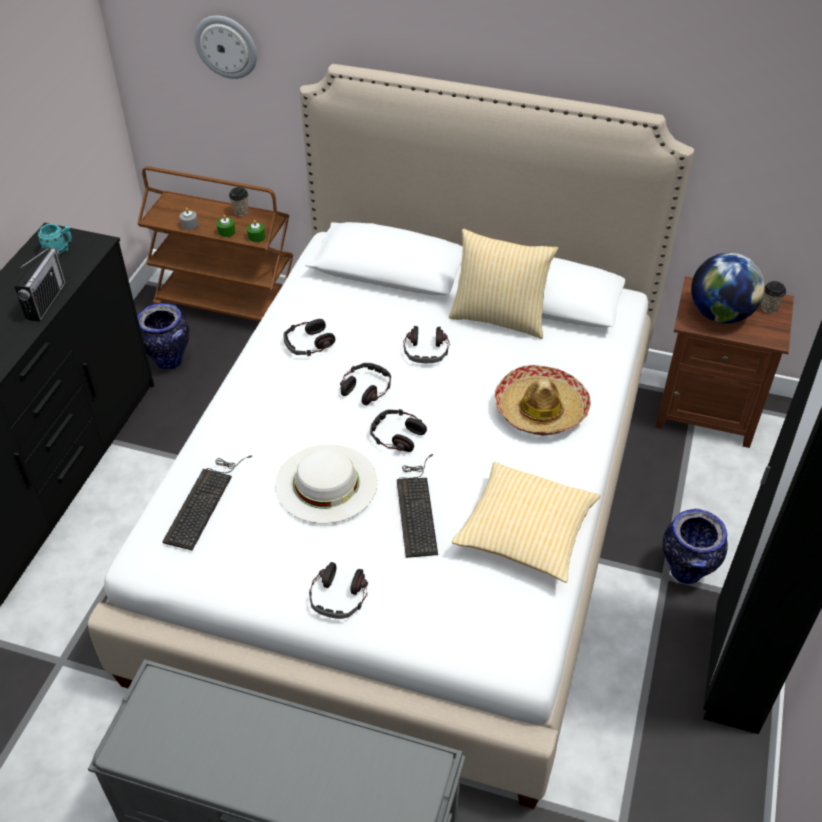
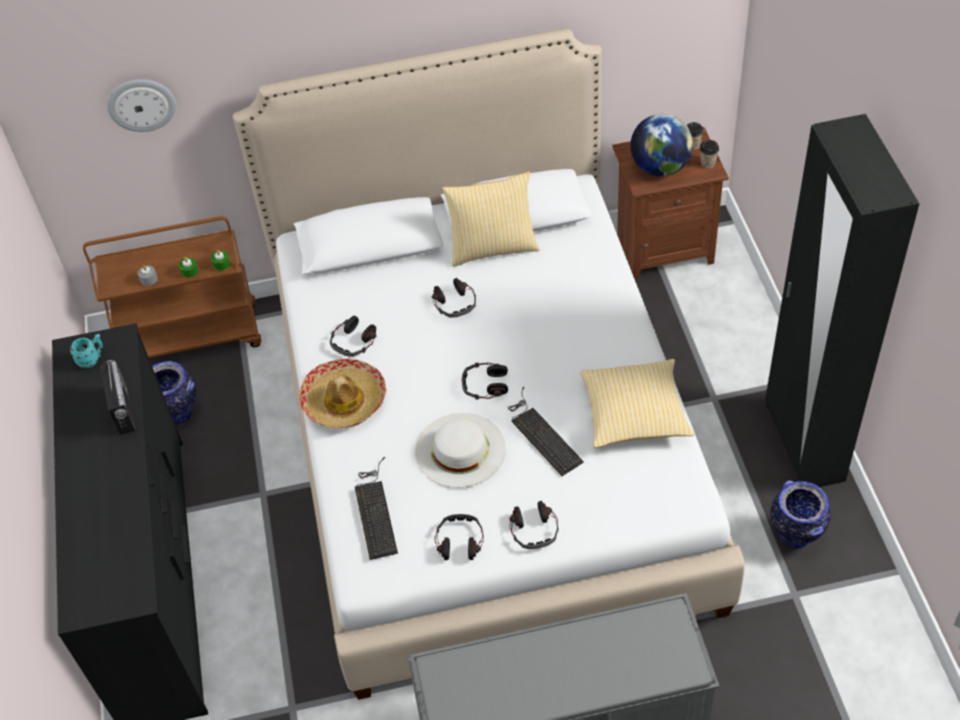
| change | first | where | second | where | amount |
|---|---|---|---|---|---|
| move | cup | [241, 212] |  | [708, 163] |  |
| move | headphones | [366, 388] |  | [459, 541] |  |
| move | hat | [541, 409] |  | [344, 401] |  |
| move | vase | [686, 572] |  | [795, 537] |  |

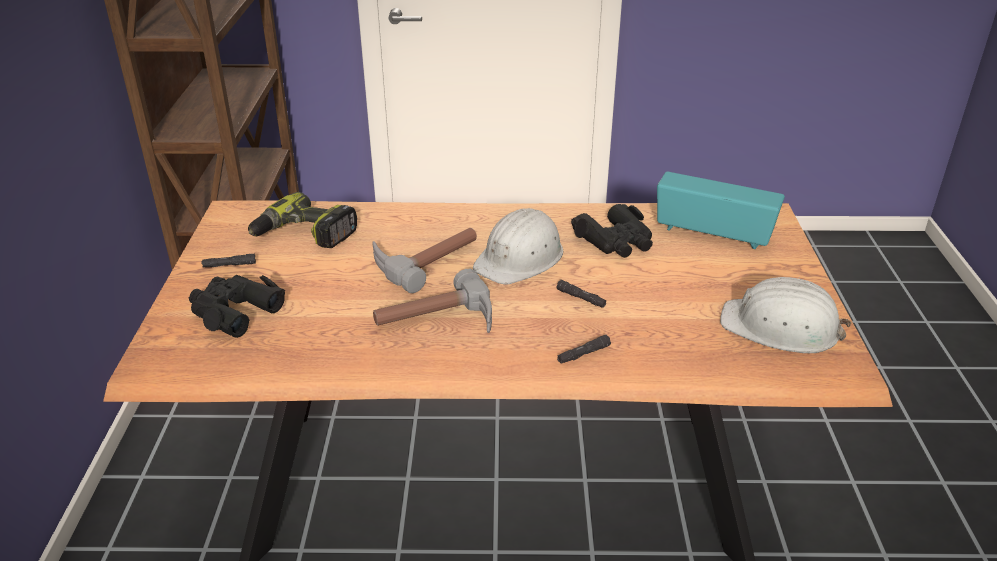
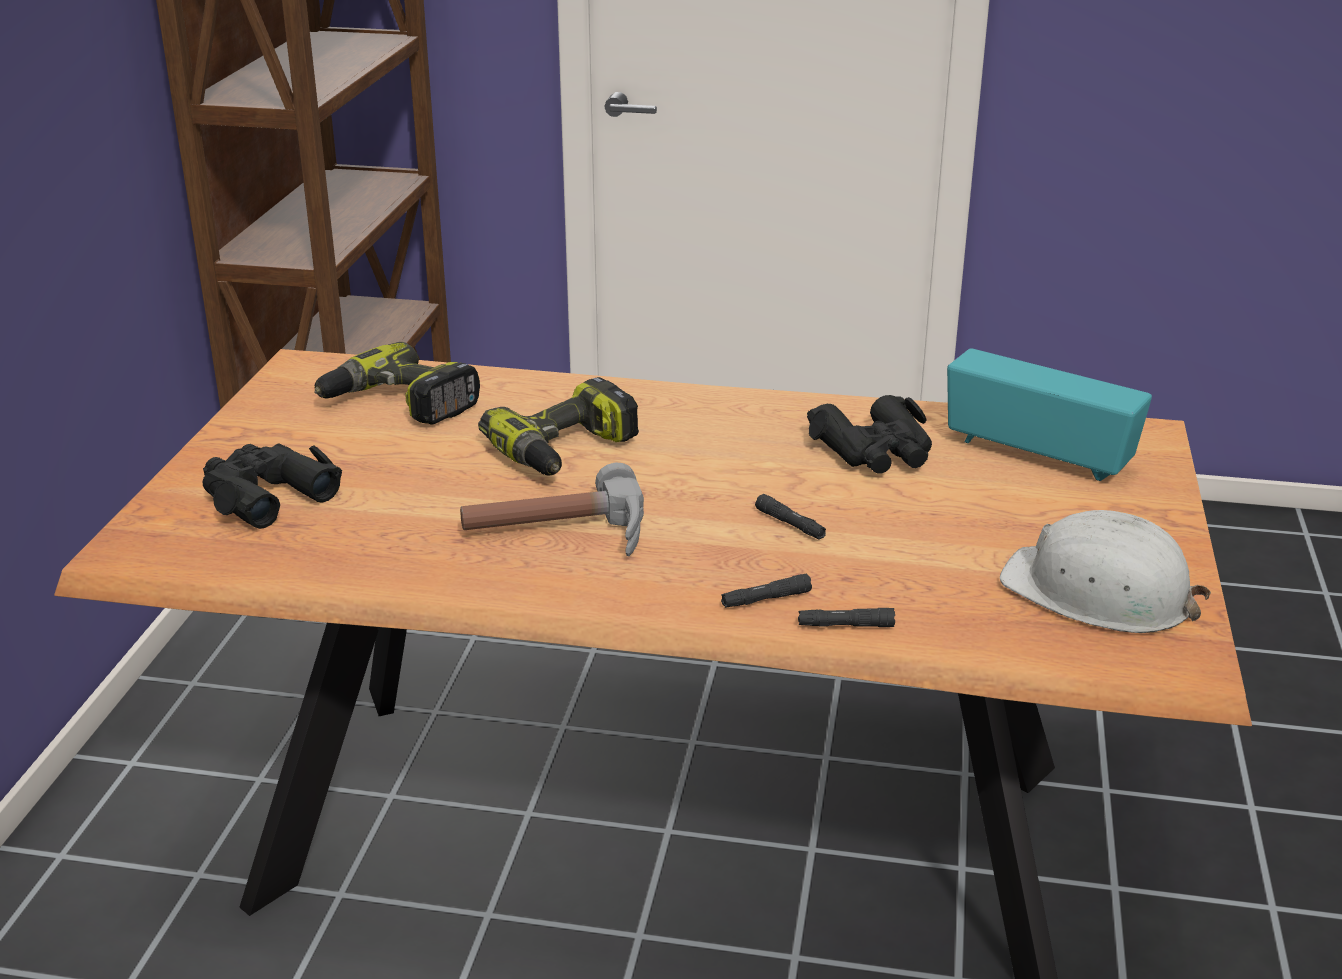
| change | first | where | second | where | amount |
|---|---|---|---|---|---|
| delete | hard hat/white | [520, 258] |  |  |  |
| move | flashlight/black | [229, 265] |  | [845, 626] |  |
| replace | hammer | [424, 259] | power drill | [567, 451] |  |

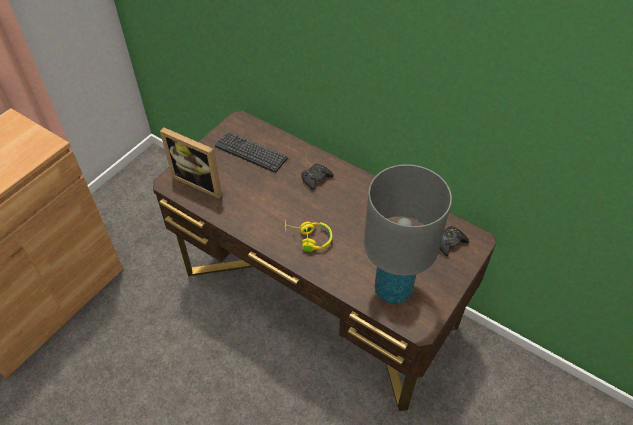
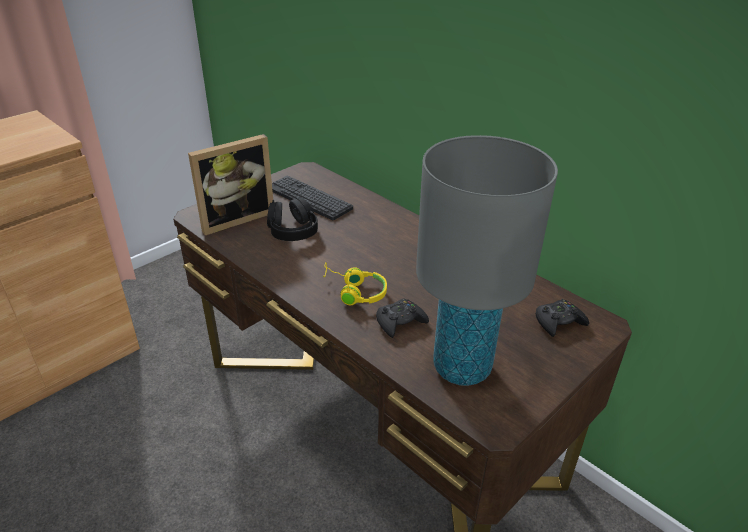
| change | first | where | second | where | amount |
|---|---|---|---|---|---|
| insert |  |  | headphones/black | [292, 230] |  |
| move | game controller/black | [316, 178] |  | [400, 322] |  |
| rotate | picture frame | [201, 181] |  | [235, 218] | 75 degrees counterclockwise |

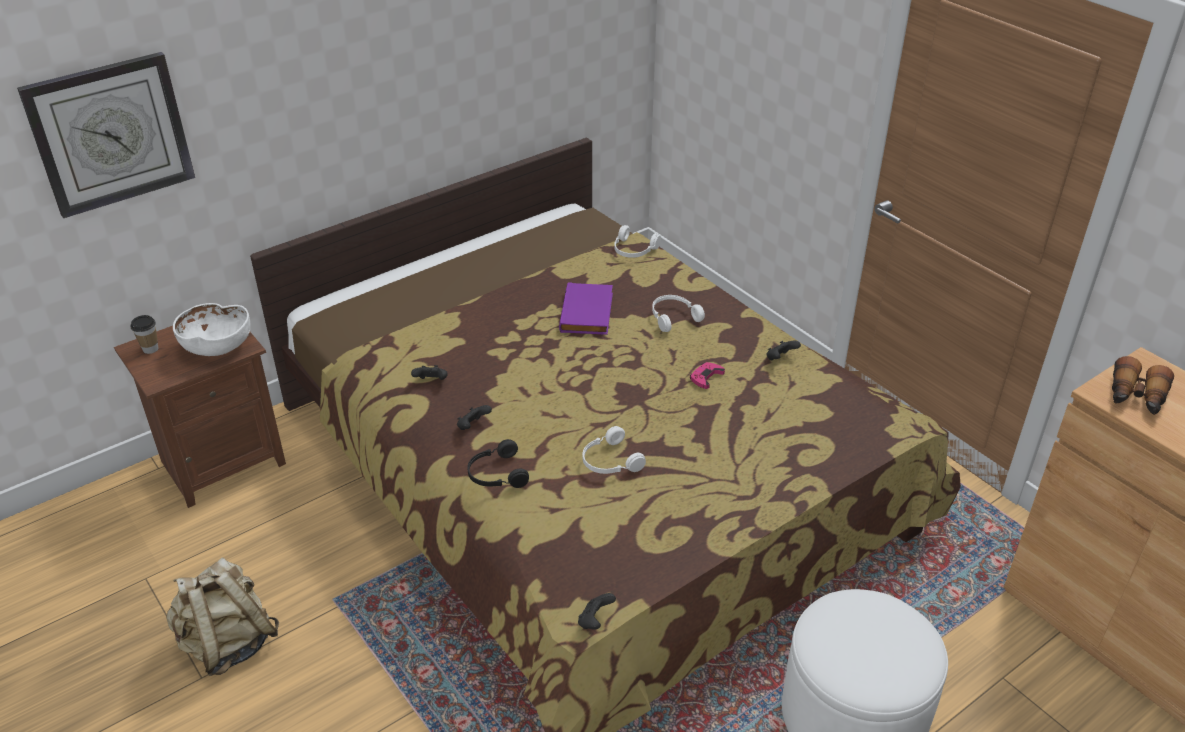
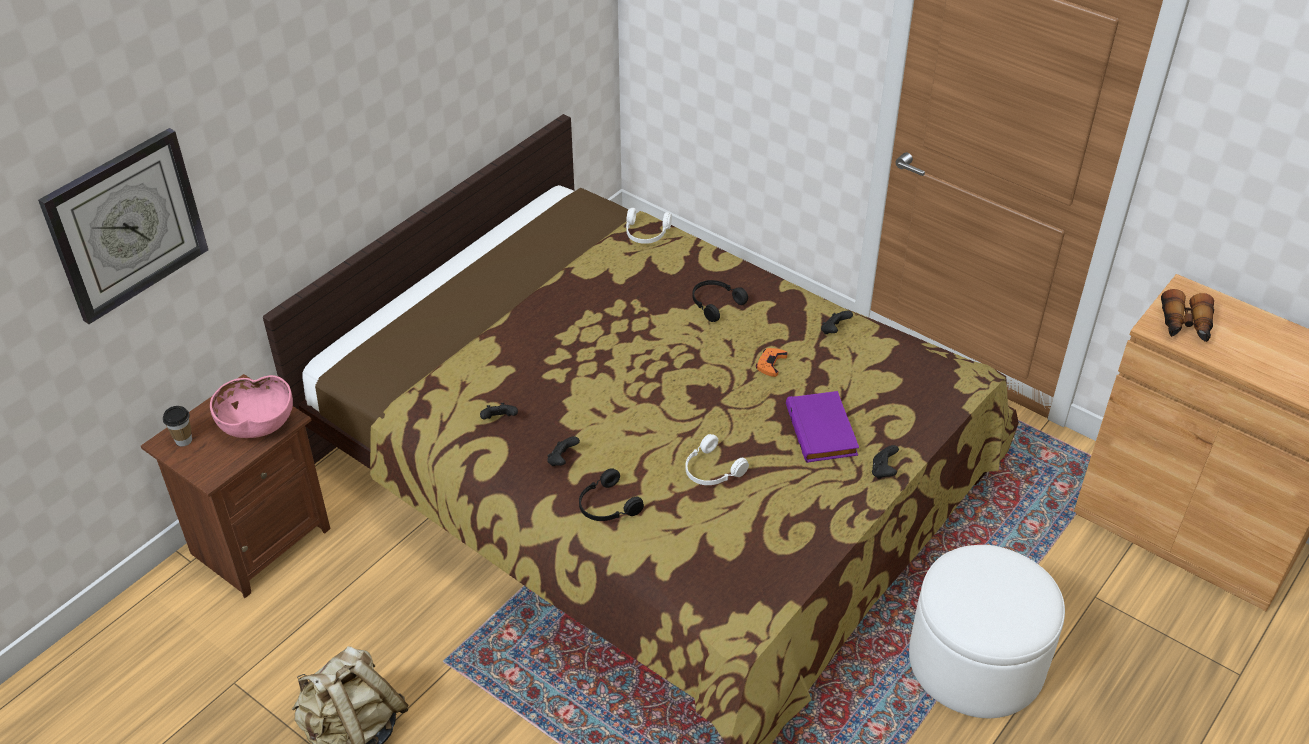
| change | first | where | second | where | amount |
|---|---|---|---|---|---|
| move | book/purple | [588, 313] |  | [823, 430] |  |
| move | game controller/black | [595, 621] |  | [883, 471] |  |
| recolor | bowl/white | [217, 347] | bowl/pink | [257, 425] |  |
| recolor | headphones/white | [673, 317] | headphones/black | [715, 304] |  |
| recolor | game controller/pink | [706, 377] | game controller/orange | [770, 364] |  |

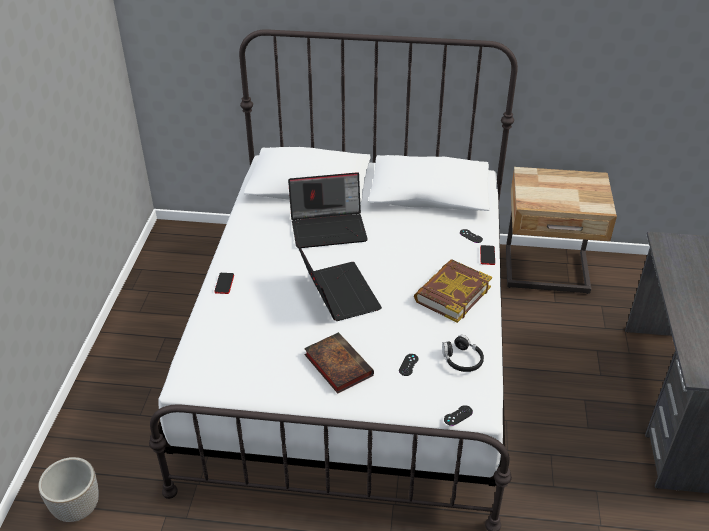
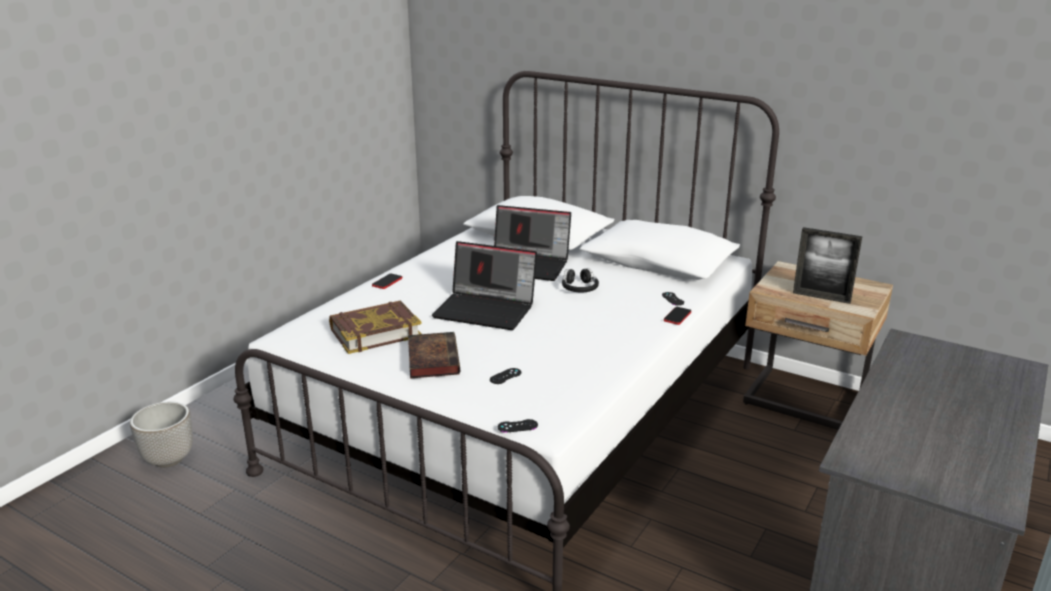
| change | first | where | second | where | amount |
|---|---|---|---|---|---|
| insert |  |  | picture frame | [821, 297] |  |
| move | book | [452, 294] |  | [375, 332] |  |
| move | headphones/black | [462, 360] |  | [579, 288] |  |
| rotate | laptop | [337, 293] |  | [486, 310] | 105 degrees clockwise |

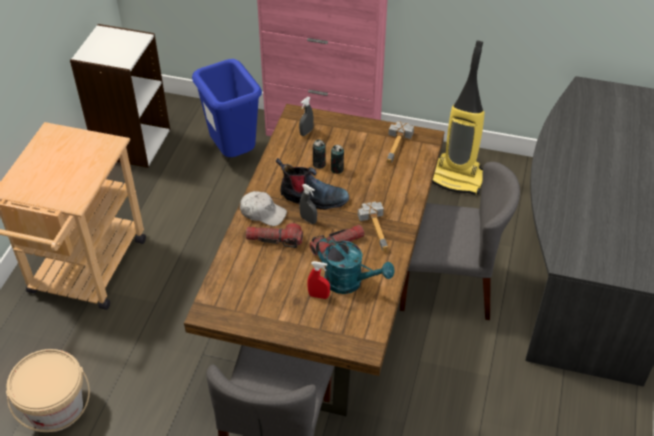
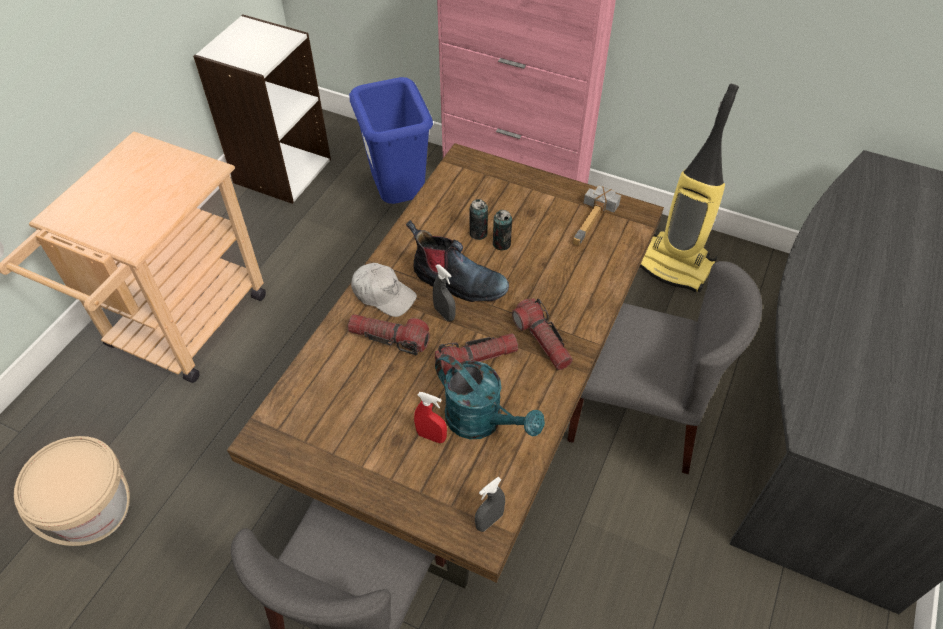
| change | first | where | second | where | amount |
|---|---|---|---|---|---|
| move | spray bottle/grey | [306, 132] |  | [489, 521] |  |
| replace | hammer | [379, 228] | flashlight | [542, 340] |  |

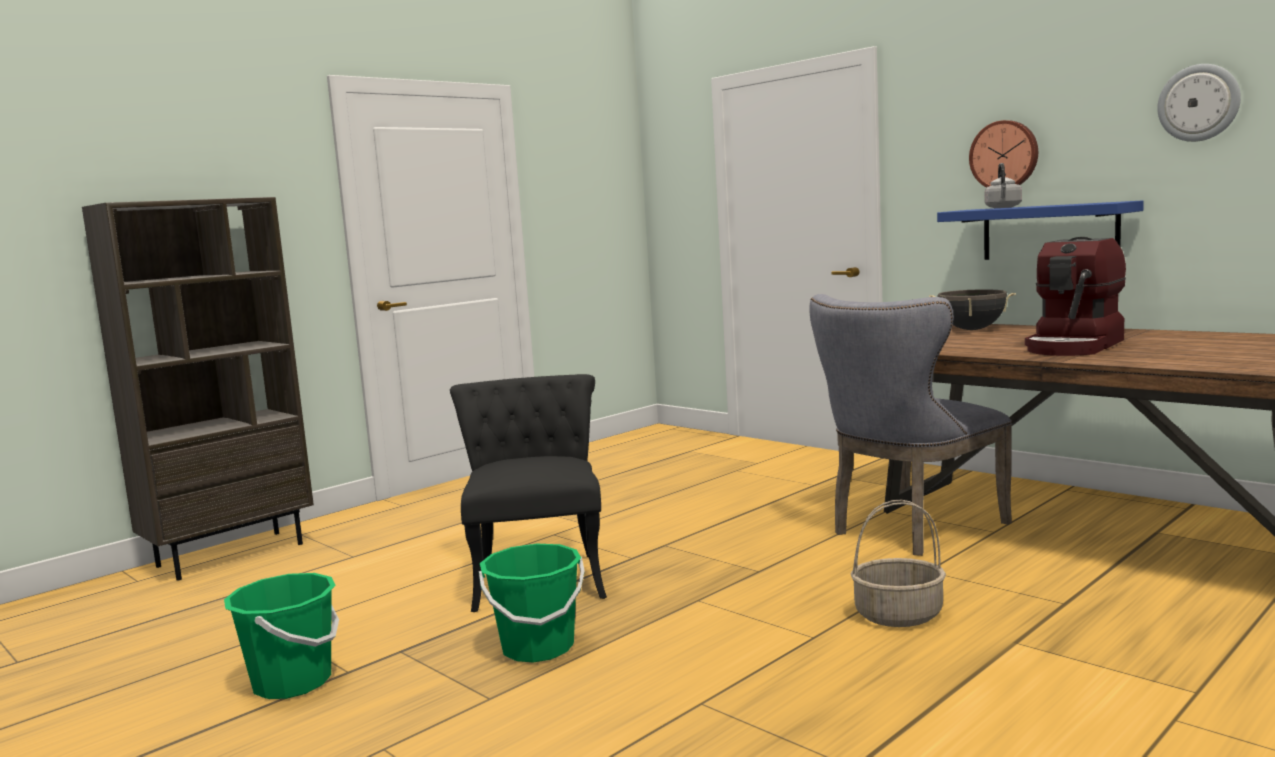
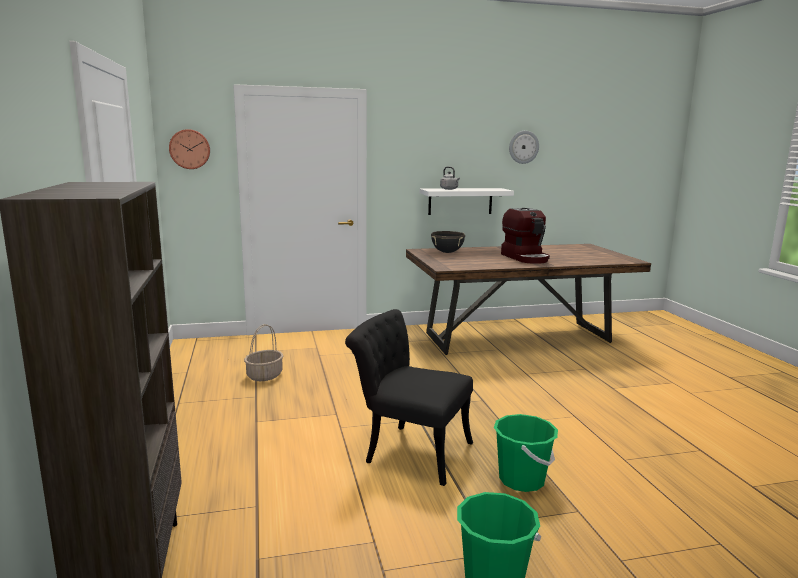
| change | first | where | second | where | amount |
|---|---|---|---|---|---|
| delete | chair/grey | [910, 530] |  |  |  |
| move | basket | [899, 615] |  | [264, 375] |  |
| move | wall clock | [1004, 155] |  | [190, 149] |  |
| recolor | shelf/blue | [1049, 232] | shelf/white | [460, 201] |  |

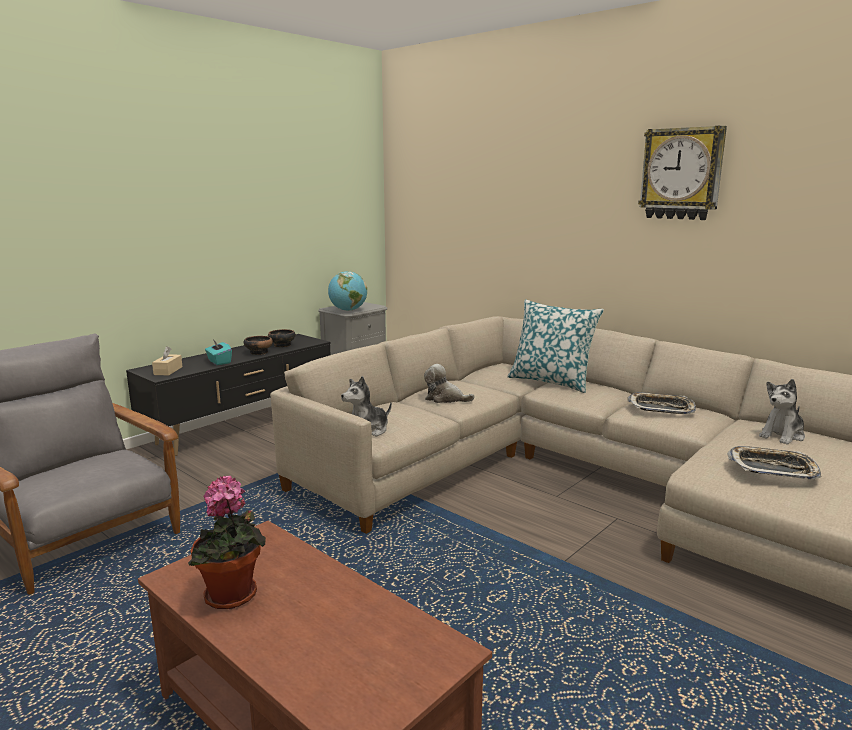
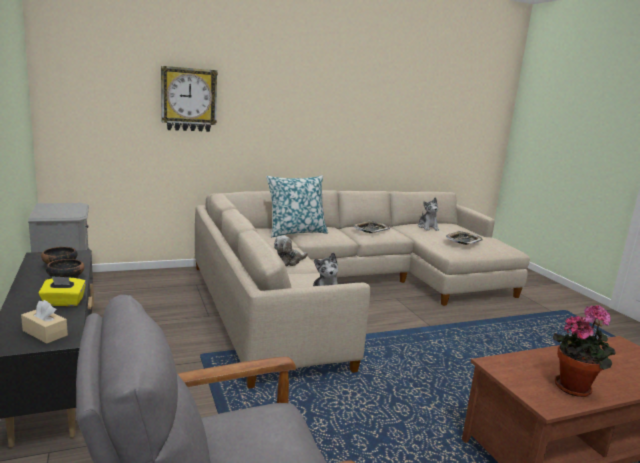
| change | first | where | second | where | amount |
|---|---|---|---|---|---|
| delete | globe | [348, 310] |  |  |  |
| move | wall clock | [681, 174] |  | [189, 99] |  |
| recolor | tissue box/turquoise | [219, 362] | tissue box/yellow | [63, 303] |  |

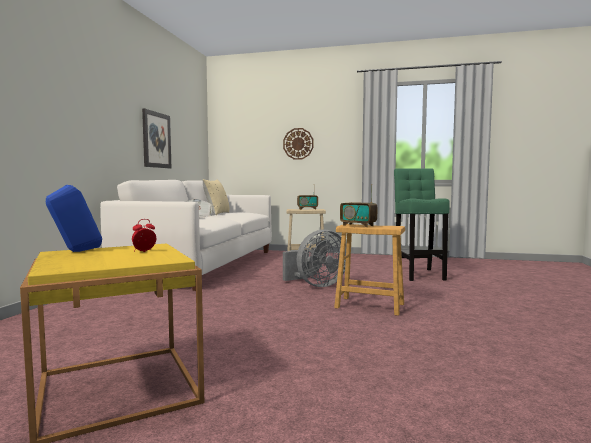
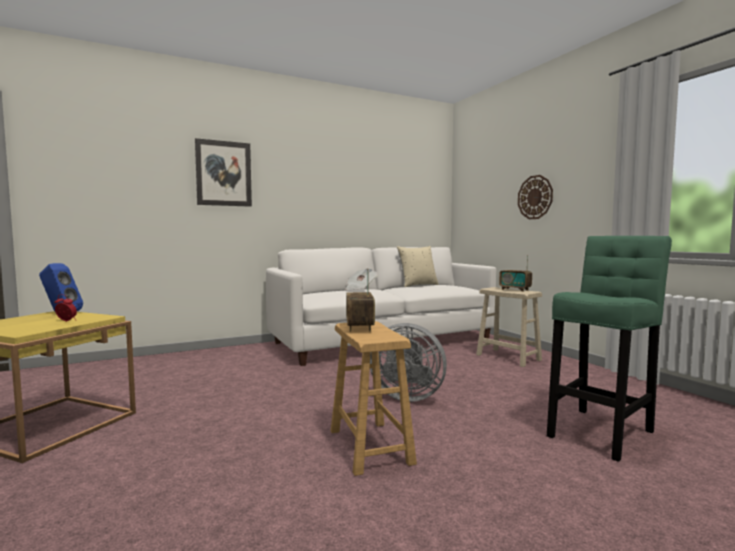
| change | first | where | second | where | amount |
|---|---|---|---|---|---|
| move | picture | [156, 140] |  | [223, 173] |  |

